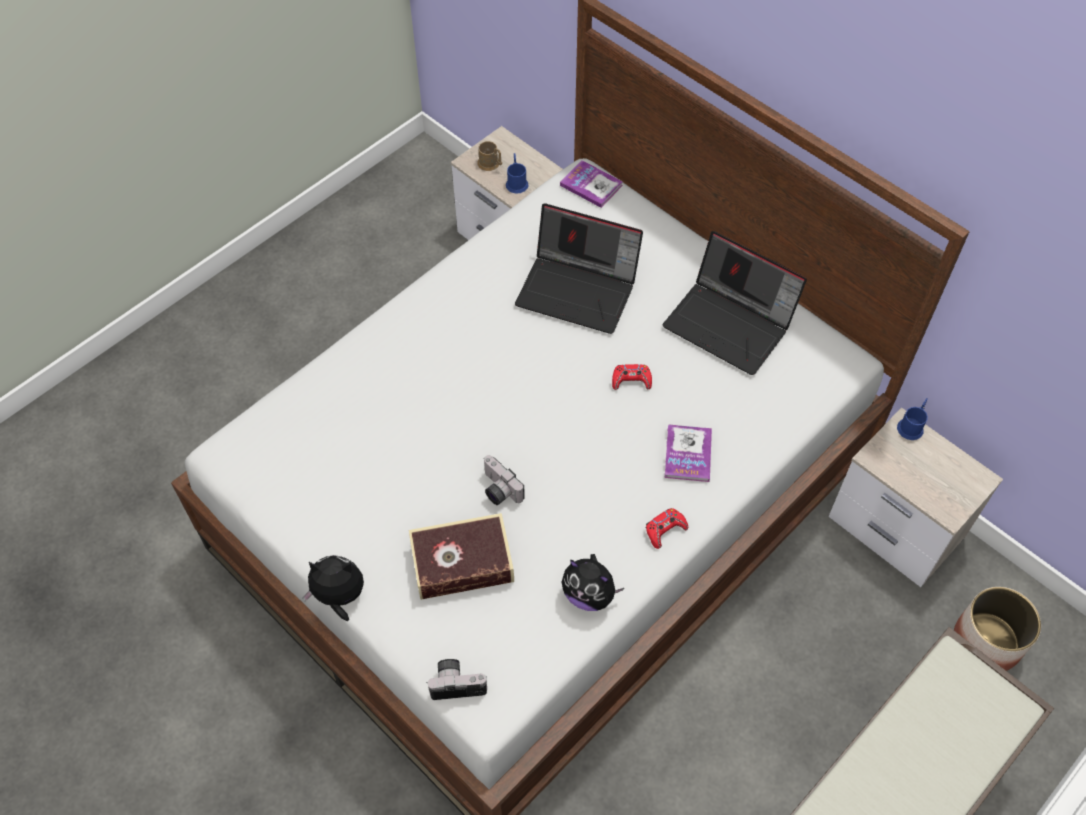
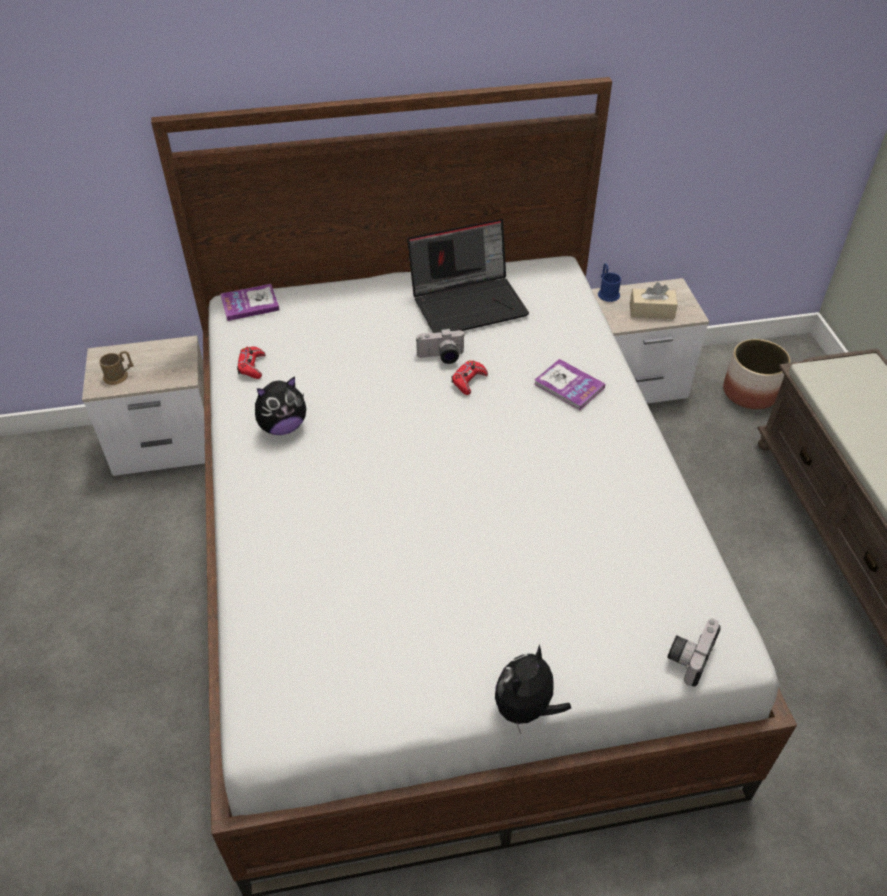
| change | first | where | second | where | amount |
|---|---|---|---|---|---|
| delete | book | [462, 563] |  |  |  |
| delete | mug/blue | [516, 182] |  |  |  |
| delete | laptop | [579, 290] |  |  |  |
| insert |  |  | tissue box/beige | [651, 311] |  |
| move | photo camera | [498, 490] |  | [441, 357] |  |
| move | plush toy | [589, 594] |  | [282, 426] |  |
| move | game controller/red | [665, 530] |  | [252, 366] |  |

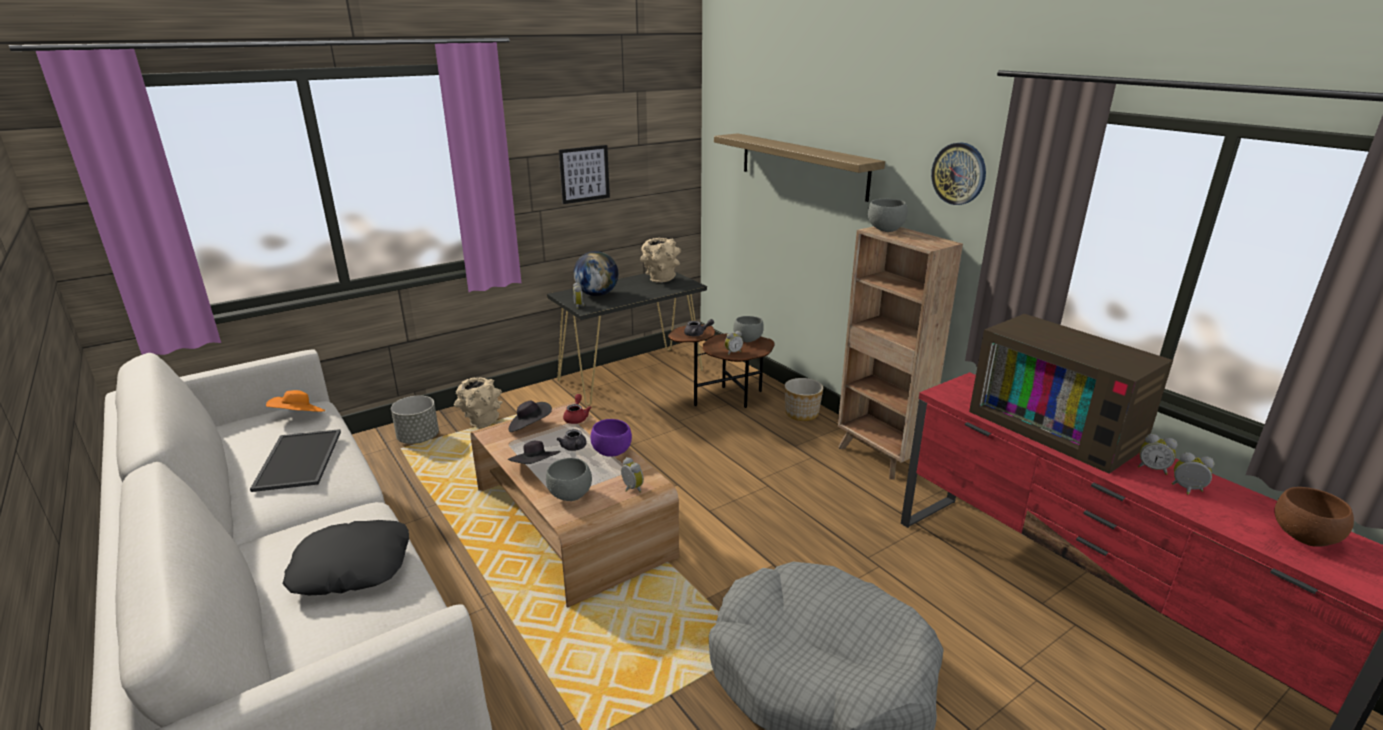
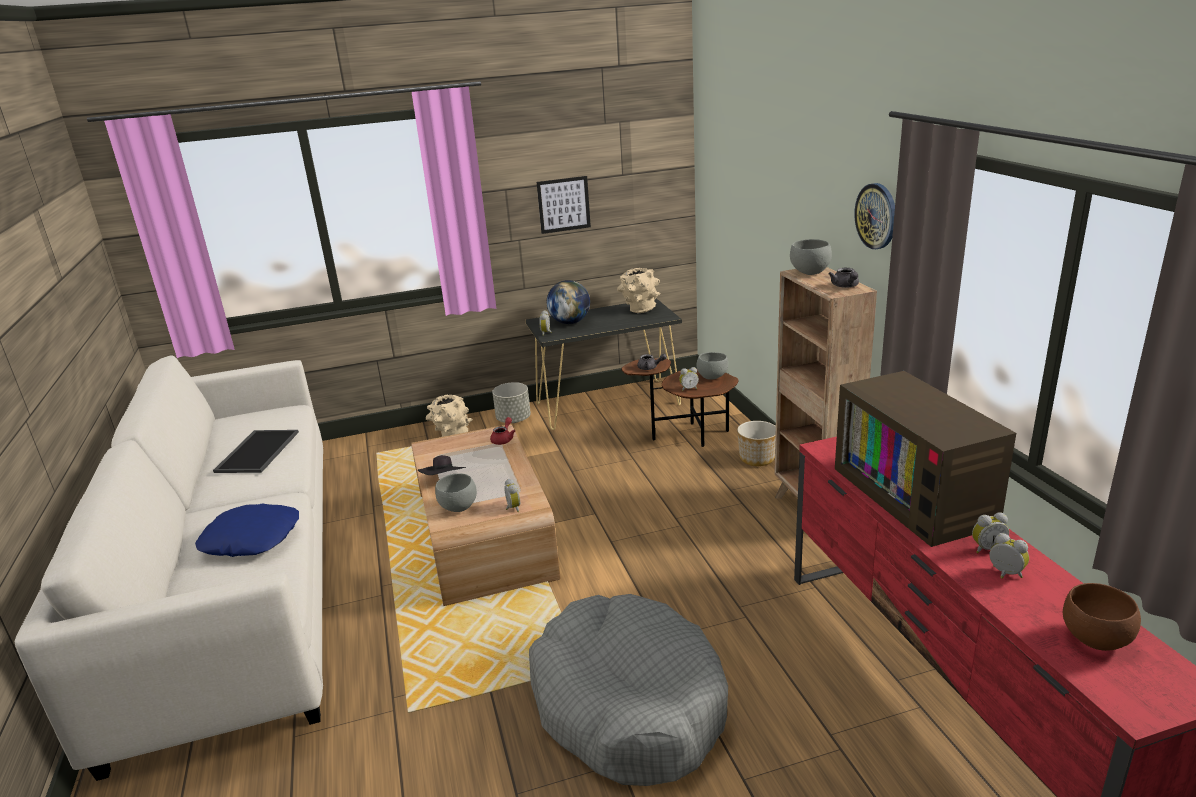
| change | first | where | second | where | amount |
|---|---|---|---|---|---|
| delete | hat/orange | [299, 417] |  |  |  |
| delete | hat/black | [530, 427] |  |  |  |
| delete | bowl/purple | [612, 452] |  |  |  |
| delete | shelf | [802, 165] |  |  |  |
| move | planter/grey | [419, 438] |  | [514, 419] |  |
| move | teapot/grey | [574, 448] |  | [845, 286] |  |
| recolor | pillow/black | [352, 566] | pillow/blue | [252, 538] |  |
| rotate | alarm clock | [1152, 468] |  | [986, 548] | 60 degrees counterclockwise |

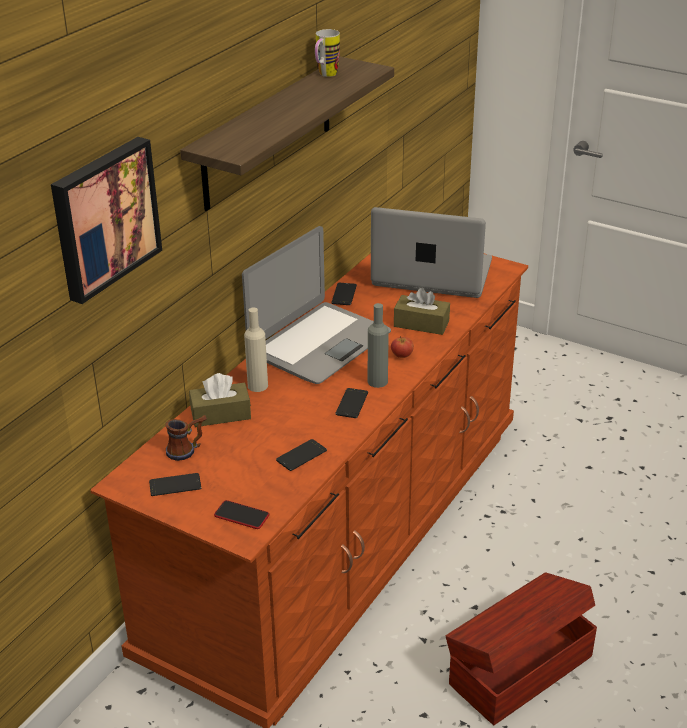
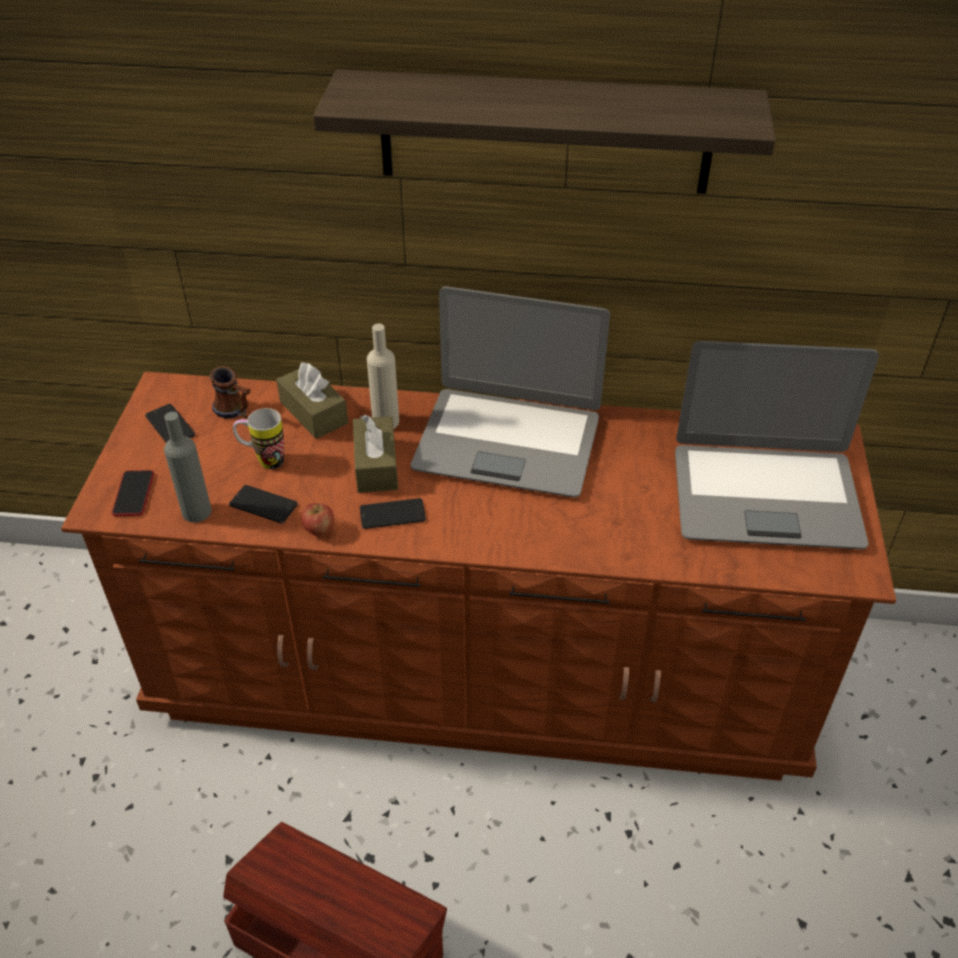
| change | first | where | second | where | amount |
|---|---|---|---|---|---|
| delete | picture | [104, 217] |  |  |  |
| delete | phone | [344, 294] |  |  |  |
| move | mug | [325, 75] |  | [263, 461] |  |
| move | bottle/grey | [377, 381] |  | [196, 511] |  |
| move | apple | [402, 356] |  | [319, 530] |  |
| move | tissue box/brown | [421, 324] |  | [376, 465] |  |
| rotate | laptop | [432, 274] |  | [765, 495] | 105 degrees clockwise |

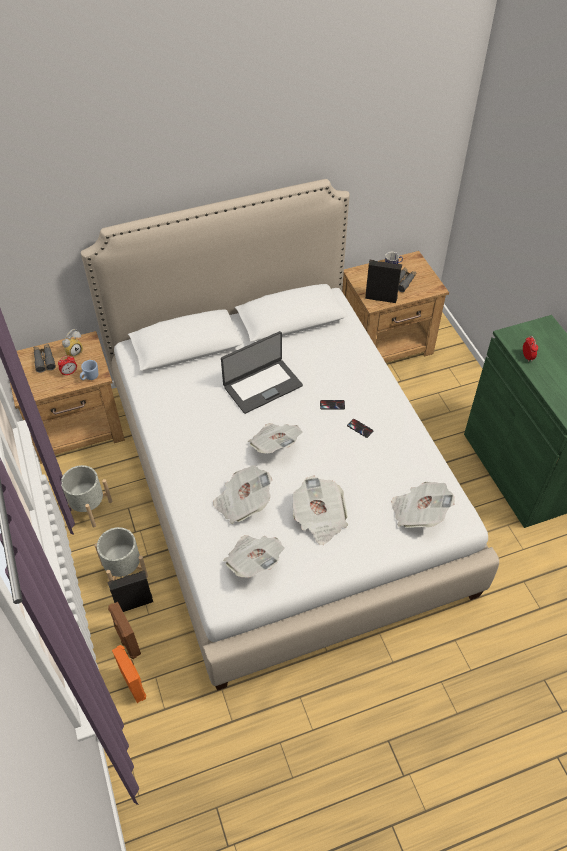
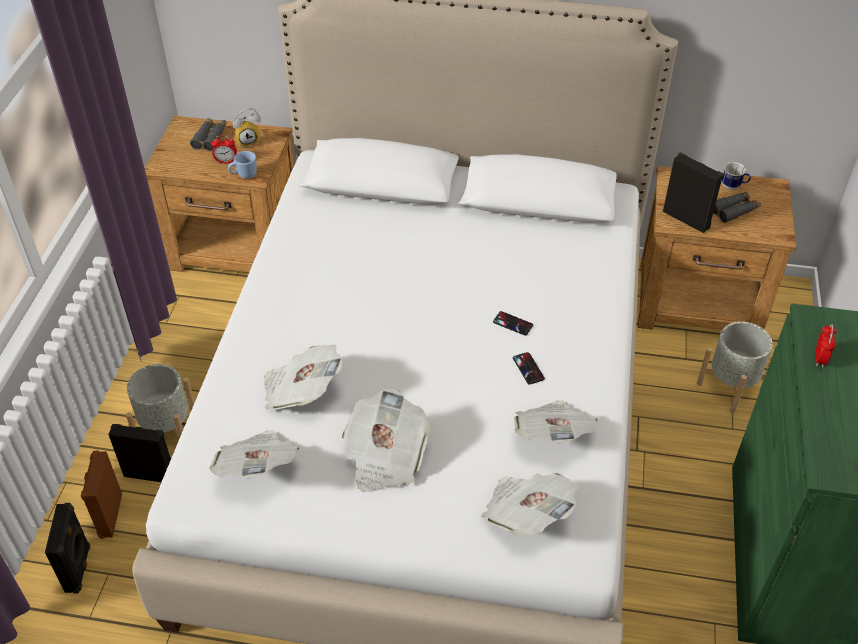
| change | first | where | second | where | amount |
|---|---|---|---|---|---|
| delete | laptop | [262, 385] |  |  |  |
| move | planter/grey | [88, 508] |  | [730, 387] |  |
| move | newspaper | [275, 445] |  | [552, 435] |  |
| recolor | speaker/orange | [134, 684] | speaker/black | [79, 568] |  |

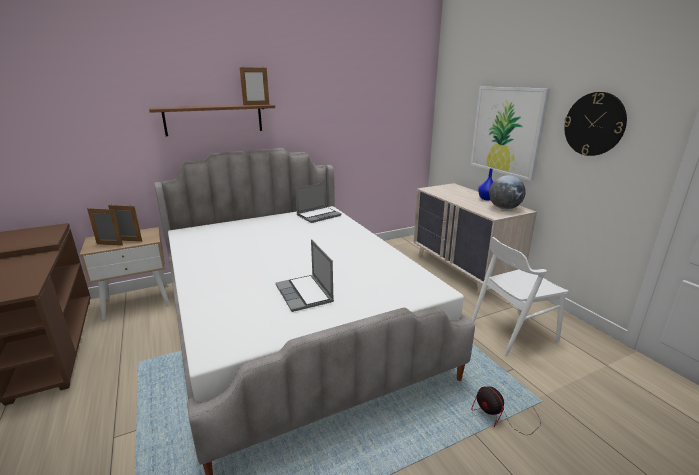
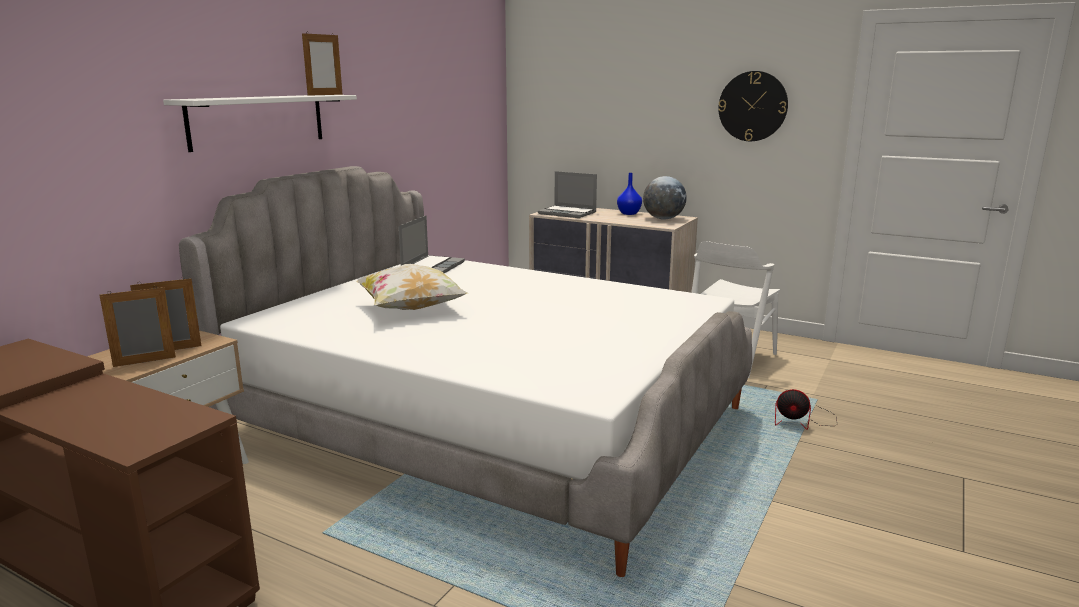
| change | first | where | second | where | amount |
|---|---|---|---|---|---|
| delete | picture | [506, 131] |  |  |  |
| insert |  |  | pillow | [412, 309] |  |
| move | laptop | [305, 294] |  | [568, 213] |  |
| recolor | shelf/brown | [214, 119] | shelf/white | [258, 121] |  |

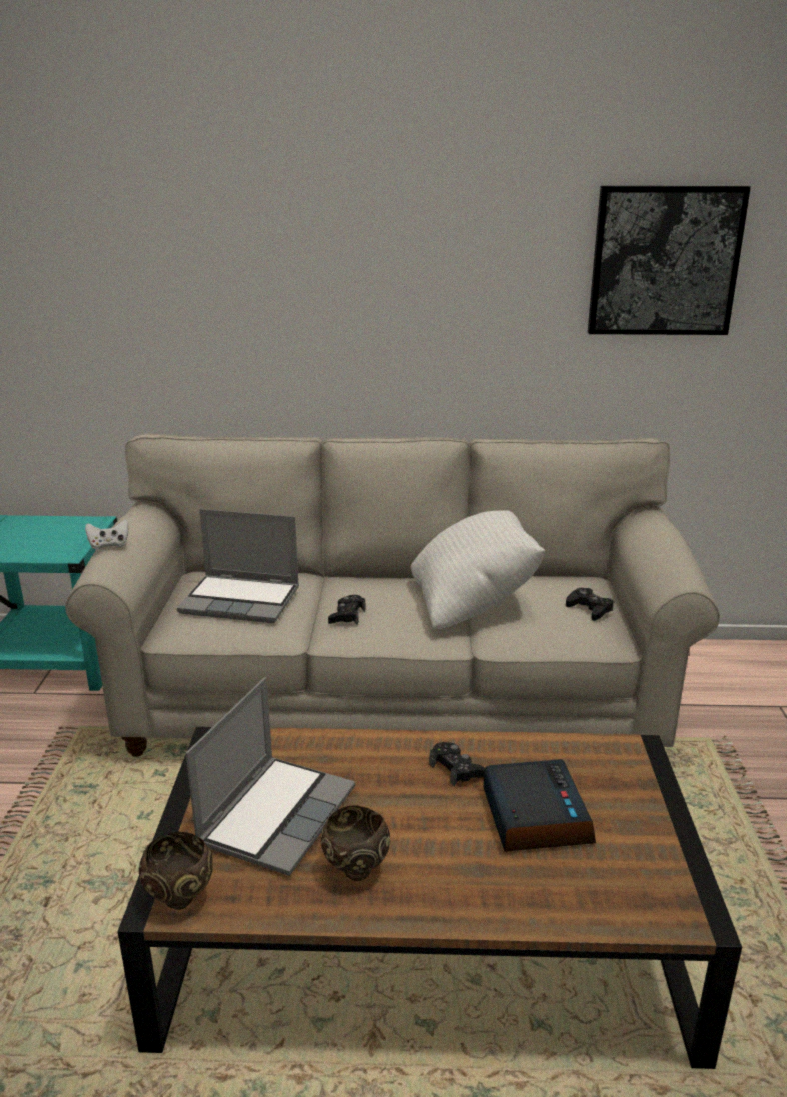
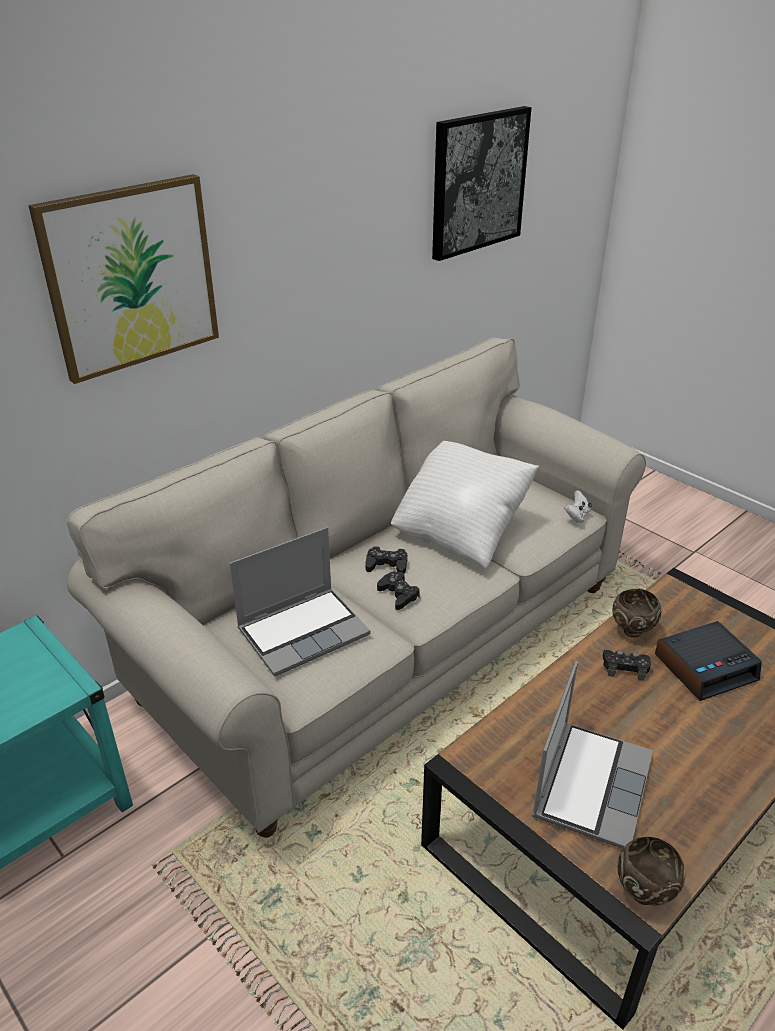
| change | first | where | second | where | amount |
|---|---|---|---|---|---|
| insert |  |  | picture | [131, 277] |  |
| move | game controller/white | [109, 545] |  | [577, 516] |  |
| move | bowl/brown | [355, 871] |  | [631, 632] |  |
| move | game controller/black | [589, 609] |  | [386, 565] |  |
| rotate | laptop | [277, 814] |  | [591, 784] | 45 degrees clockwise |
| rotate | alarm clock | [534, 815] |  | [705, 667] | 120 degrees clockwise |

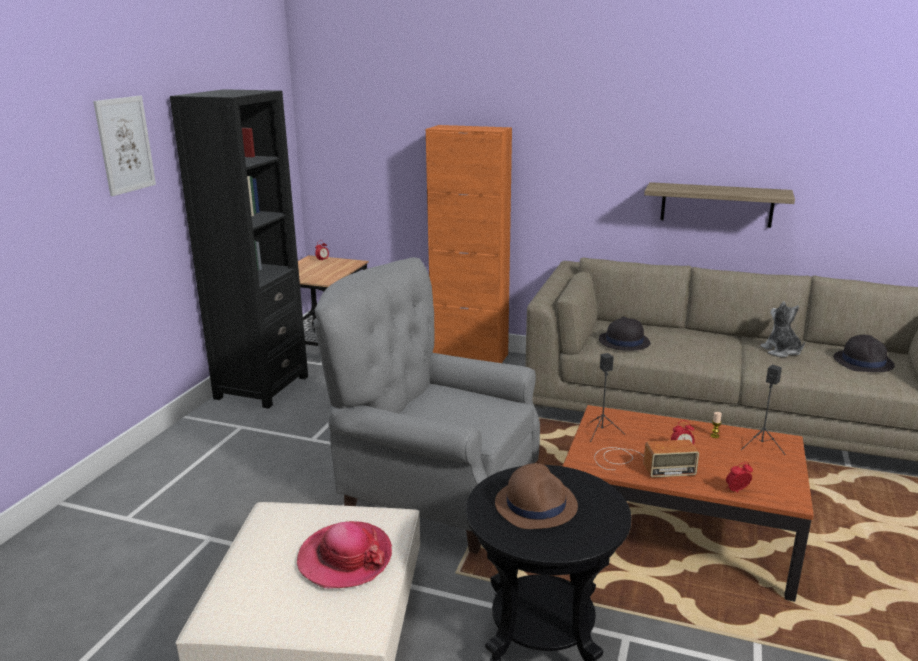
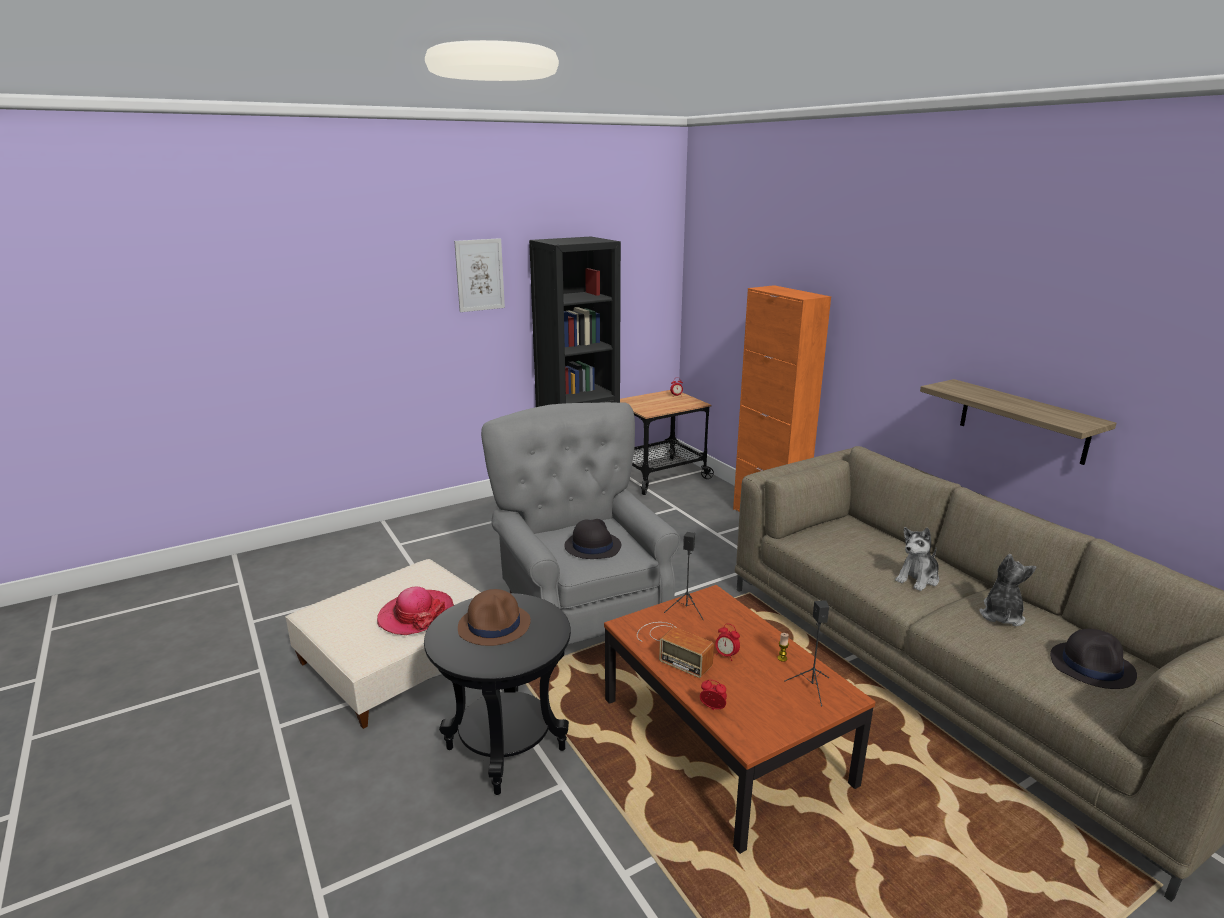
| change | first | where | second | where | amount |
|---|---|---|---|---|---|
| insert |  |  | plush toy | [918, 579] |  |
| move | hat/black | [624, 342] |  | [592, 546] |  |

